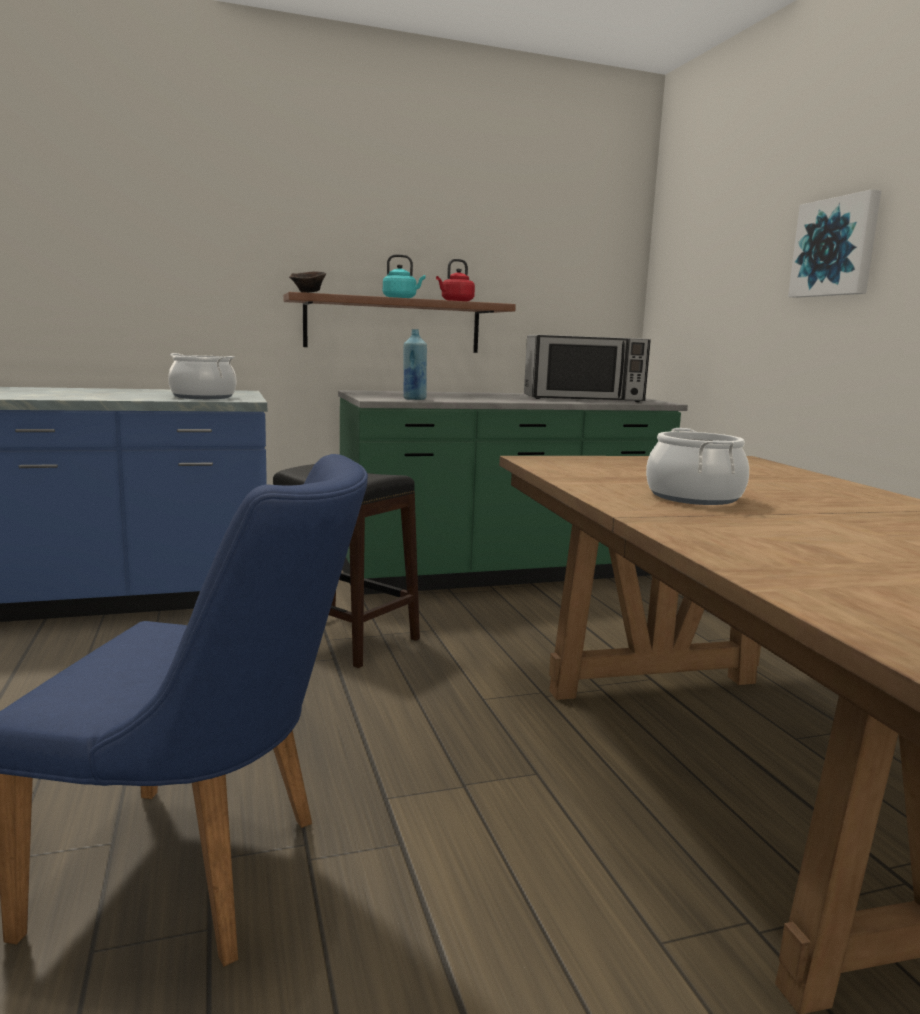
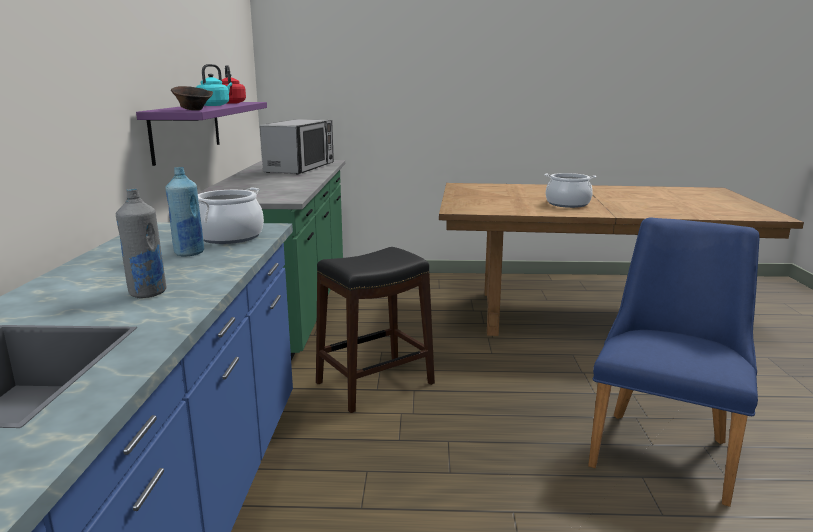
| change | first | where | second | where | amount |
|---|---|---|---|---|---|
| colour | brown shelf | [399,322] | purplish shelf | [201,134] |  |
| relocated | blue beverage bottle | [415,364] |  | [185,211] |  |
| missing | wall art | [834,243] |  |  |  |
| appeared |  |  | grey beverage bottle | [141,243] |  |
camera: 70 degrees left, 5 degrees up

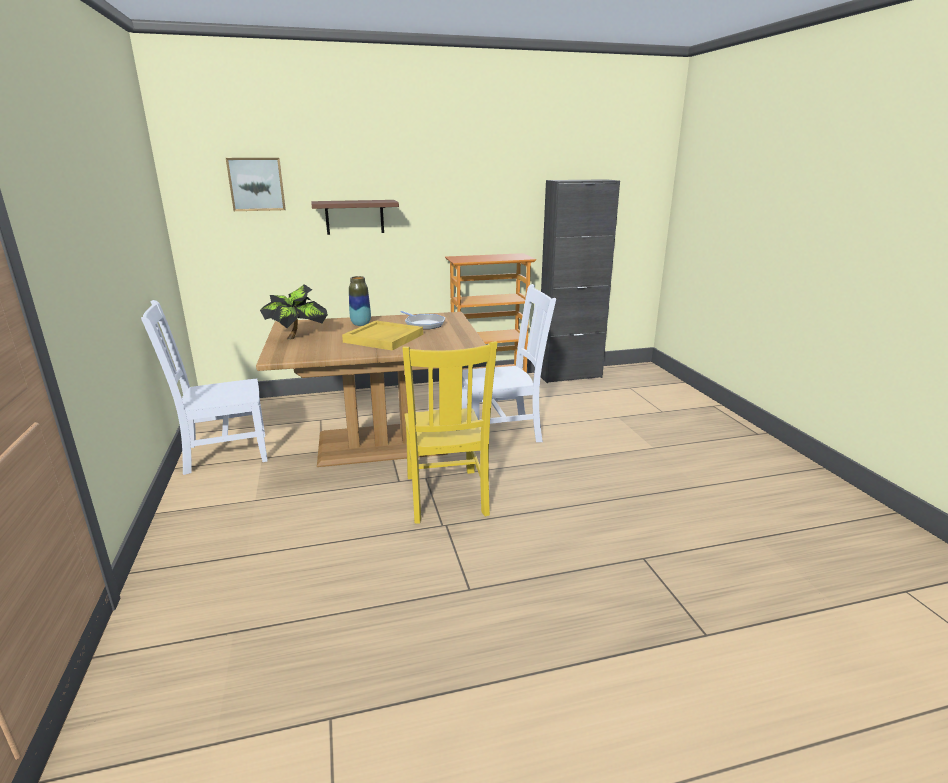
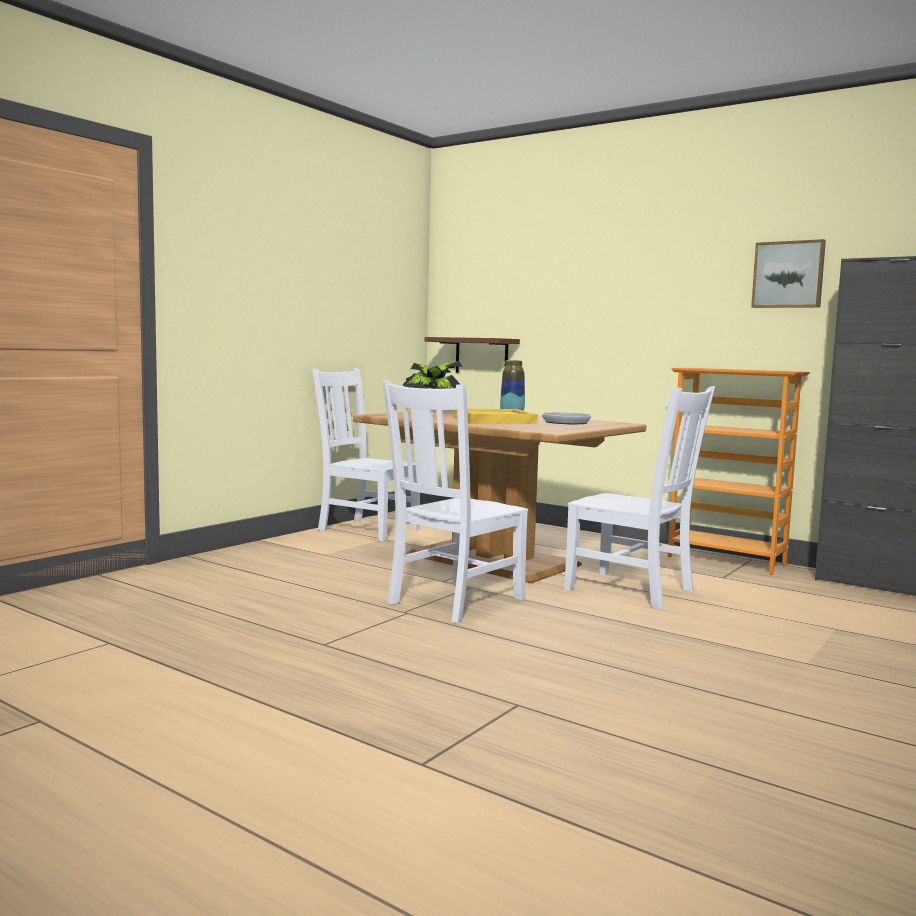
| change | first | where | second | where | amount |
|---|---|---|---|---|---|
| relocated | wall art | [256,184] |  | [788,273] |  |
| relocated | brown shelf | [355,217] |  | [472,355] |  |
| colour | yellow plain chair | [449,432] | whitish plain chair | [455,501] |  |
camera: 50 degrees right, 15 degrees down

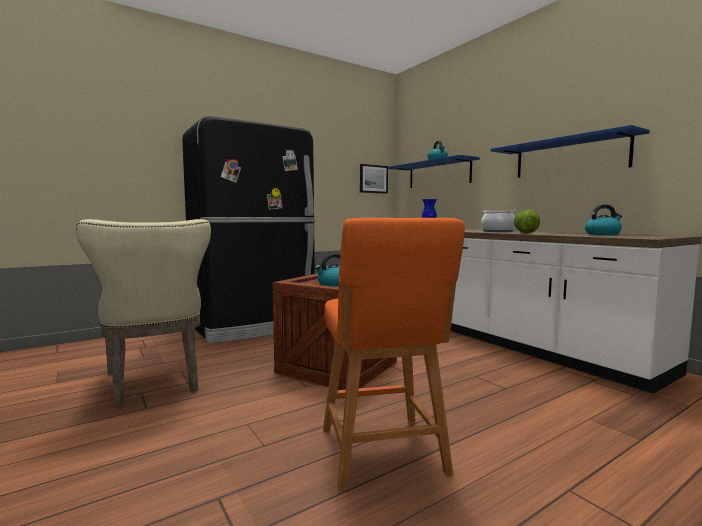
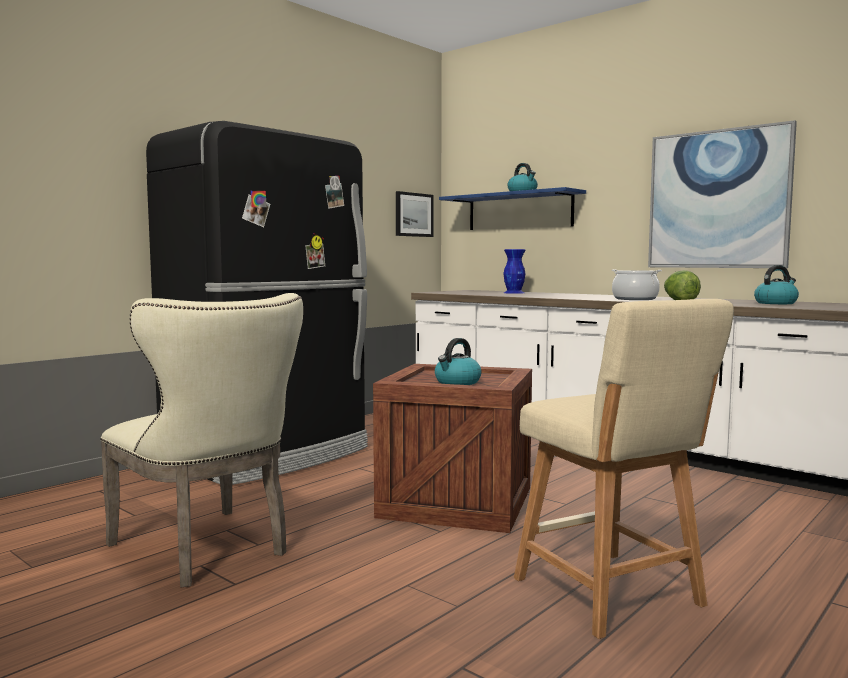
| change | first | where | second | where | amount |
|---|---|---|---|---|---|
| colour | orange-coloured stool | [394,354] | beige-coloured stool | [624,469] |  |
| exchanged | blue shelf | [570,151] | wall art | [722,194] |  |
camera: 15 degrees left, 0 degrees up

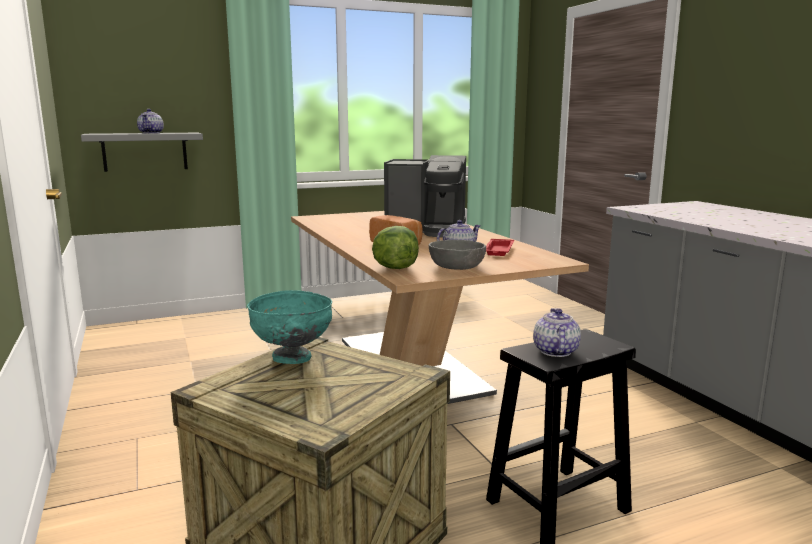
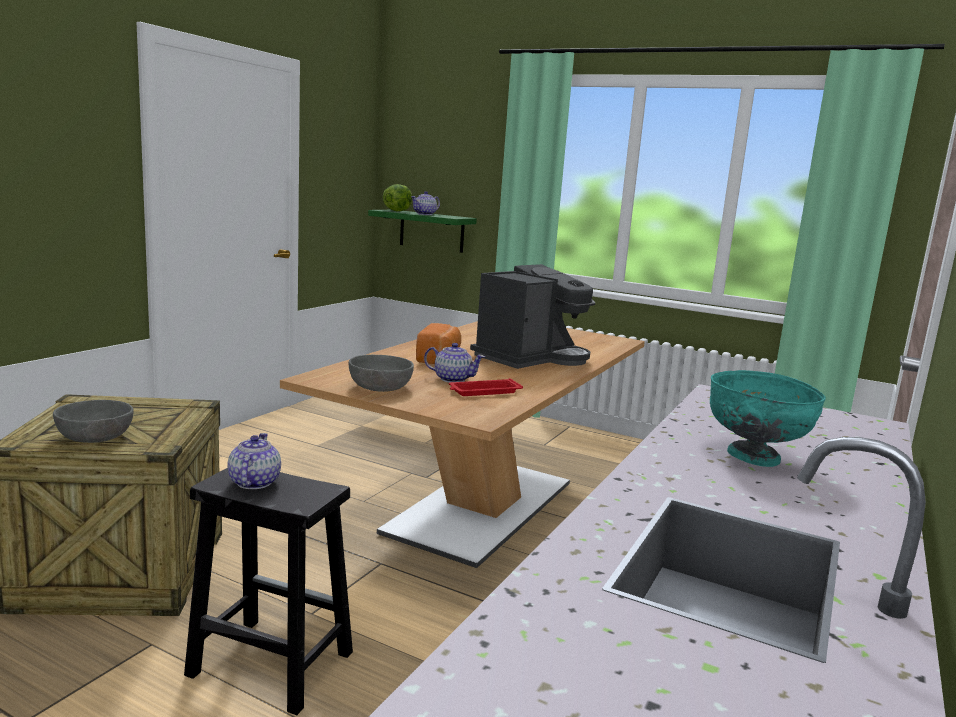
| change | first | where | second | where | amount |
|---|---|---|---|---|---|
| colour | grey shelf | [142,152] | green shelf | [422,231] |  |
| relocated | blue-green serving bowl | [289,327] |  | [768,418] |  |
| relocated | lettuce | [395,247] |  | [398,197] |  |
| spun | coffee maker | [425,196] |  | [532,316] | 105 degrees counterclockwise |
| spun | teapot | [557,332] |  | [254,461] | 60 degrees counterclockwise |
| appeared |  |  | grey serving bowl | [93,421] |  |
camera: 50 degrees right, 0 degrees up

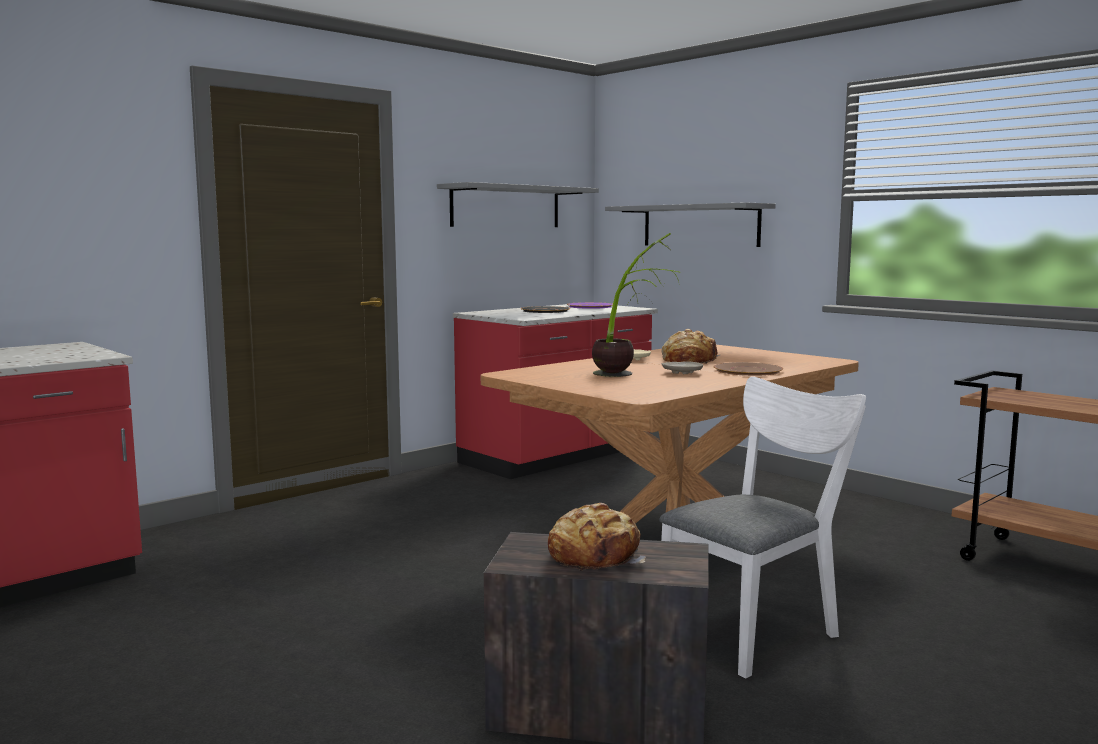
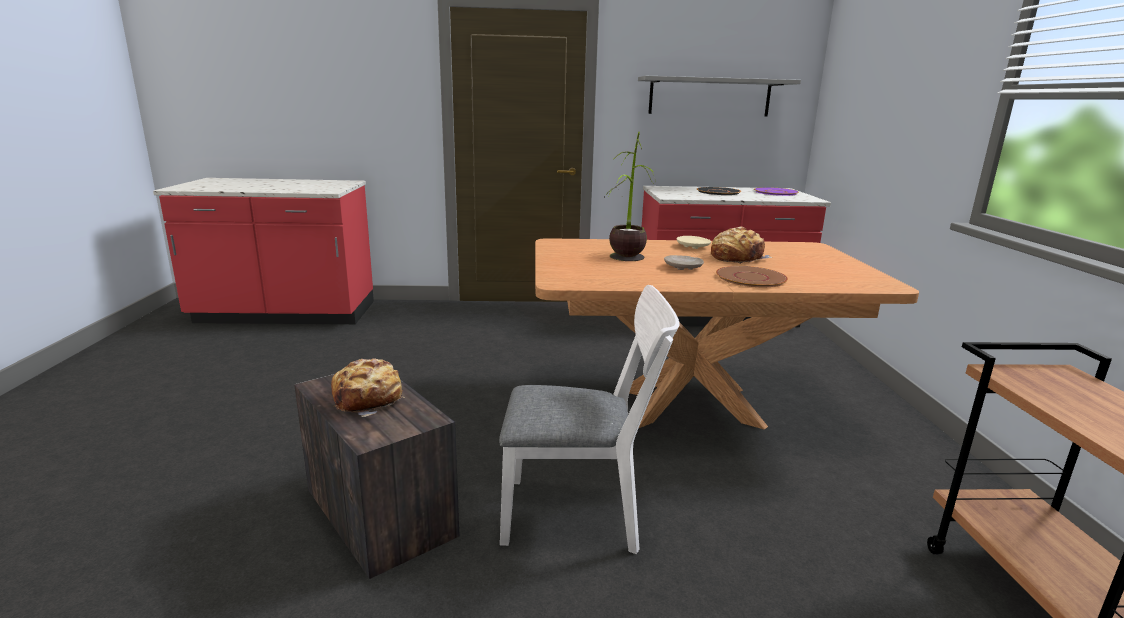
| change | first | where | second | where | amount |
|---|---|---|---|---|---|
| missing | grey shelf | [690,224] |  |  |  |
camera: 40 degrees right, 10 degrees up

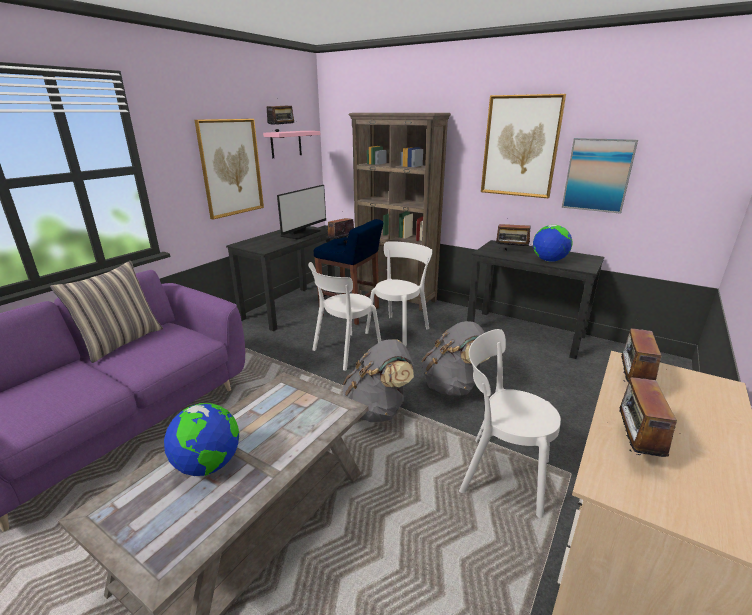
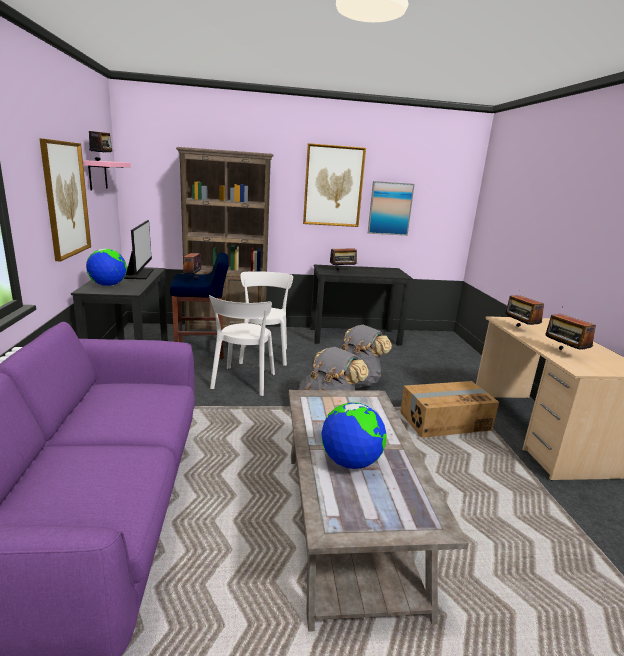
| change | first | where | second | where | amount |
|---|---|---|---|---|---|
| missing | throw pillow | [106,312] |  |  |  |
| exchanged | whitish plain chair | [510,423] | cardboard box | [449,409] |  |
| relocated | globe | [552,243] |  | [106,267] |  |
camera: 40 degrees left, 5 degrees down

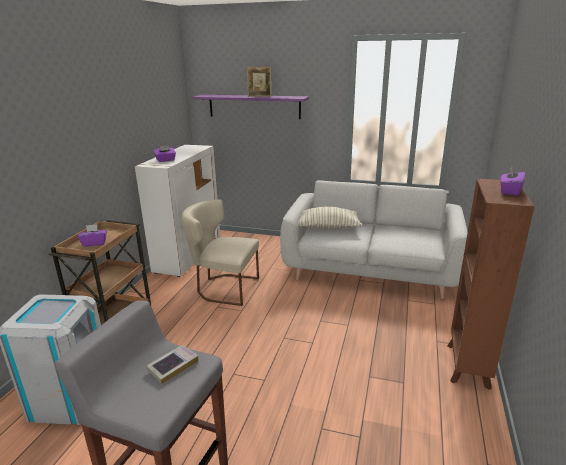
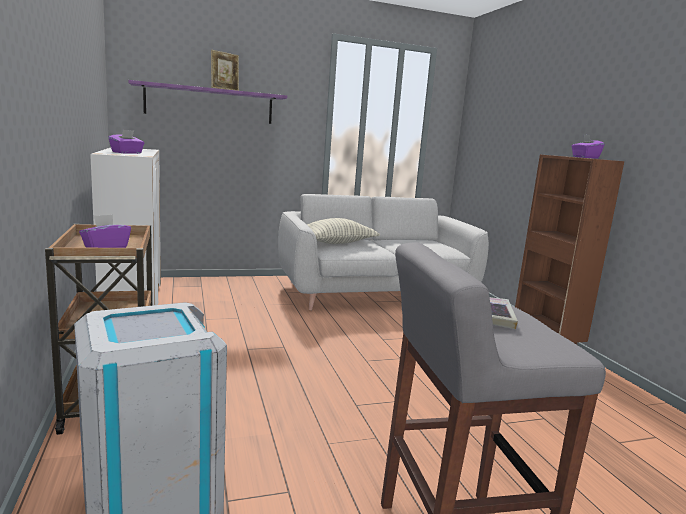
| change | first | where | second | where | amount |
|---|---|---|---|---|---|
| missing | beige-coloured plain chair | [220,252] |  |  |  |
camera: 35 degrees left, 10 degrees down

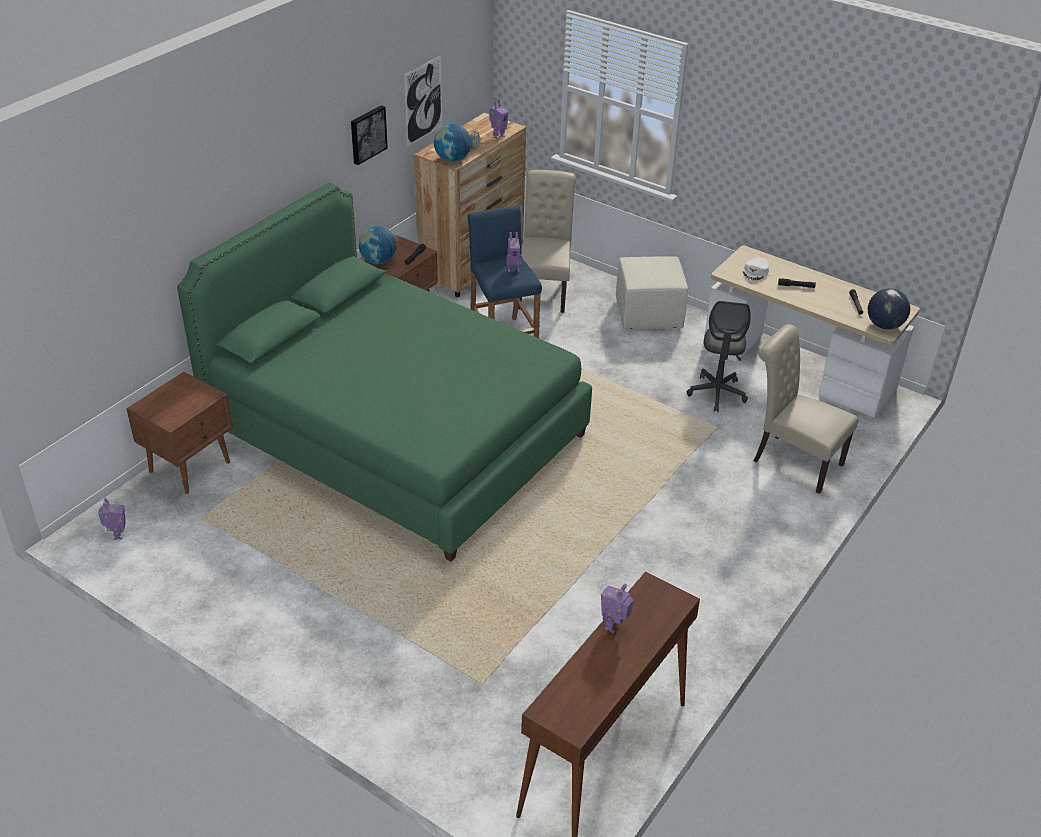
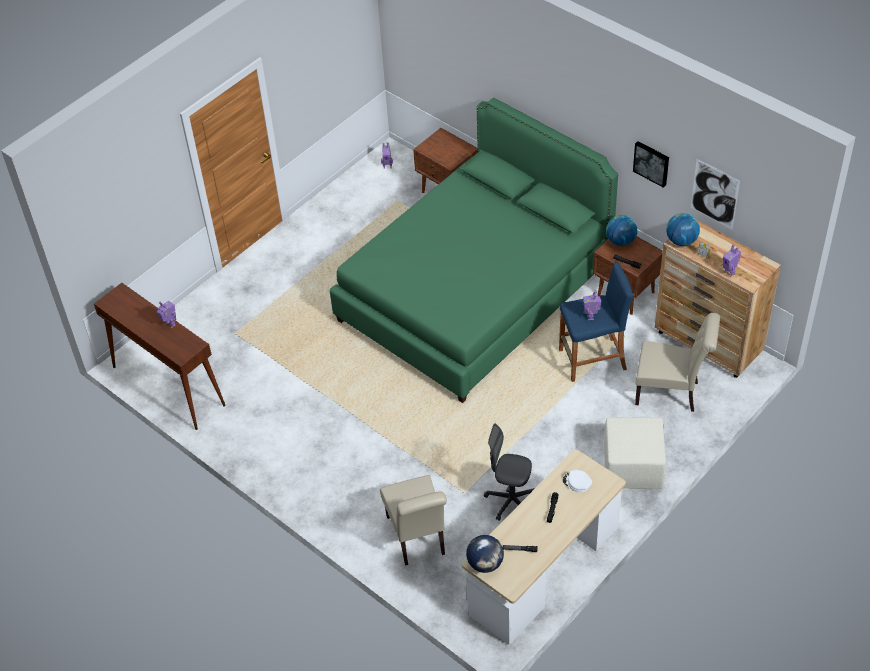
| change | first | where | second | where | amount |
|---|---|---|---|---|---|
| spun | beige-coloured plain chair | [806,409] |  | [413,520] | 120 degrees clockwise |
camera: 100 degrees right, 10 degrees up

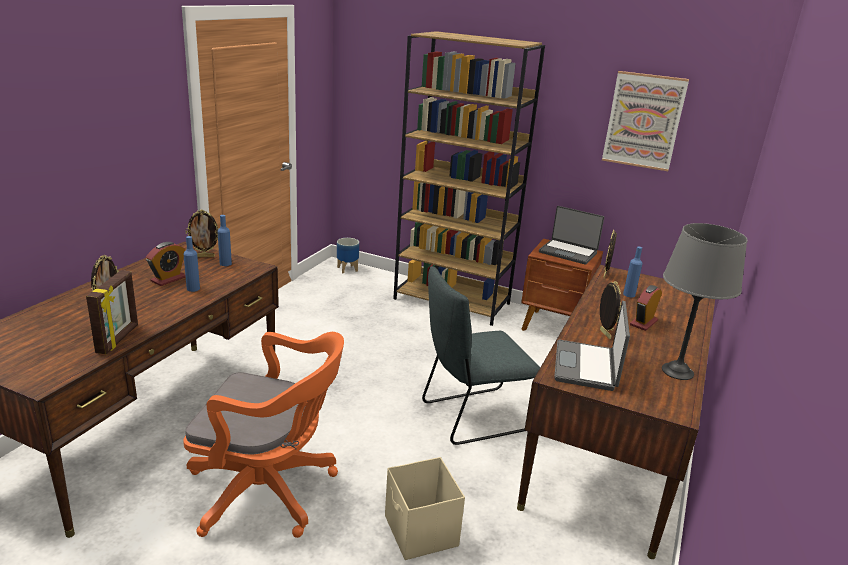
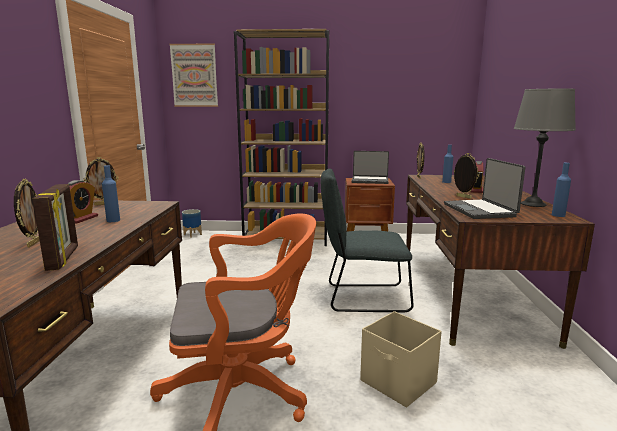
| change | first | where | second | where | amount |
|---|---|---|---|---|---|
| relocated | blue beverage bottle | [224,240] |  | [561,190] |  |
| spun | grey plain chair | [481,355] |  | [367,240] | 45 degrees clockwise |
| relocated | wall art | [645,121] |  | [193,75] |  |
camera: 20 degrees left, 10 degrees down

